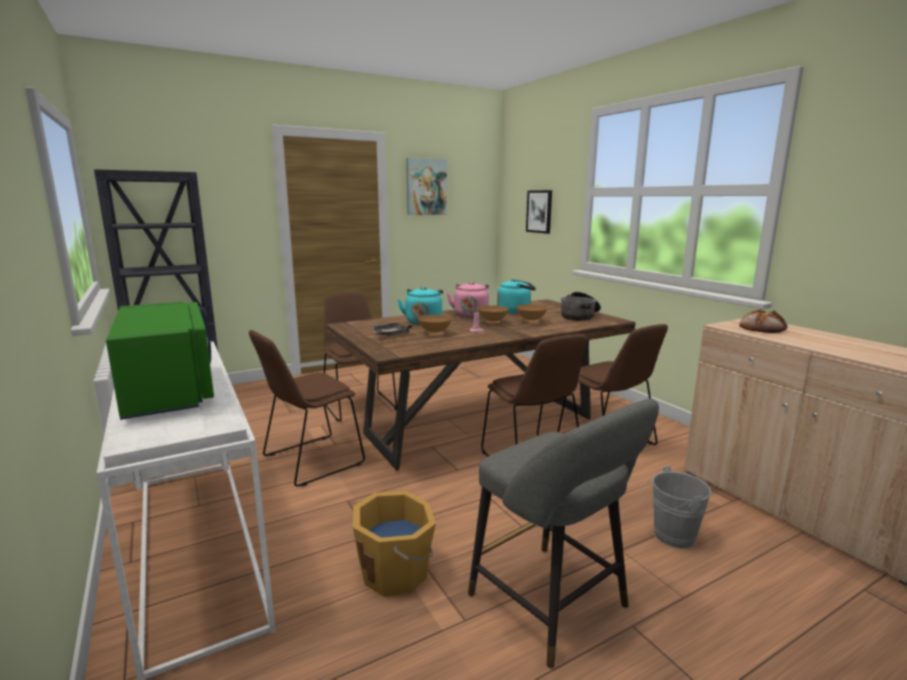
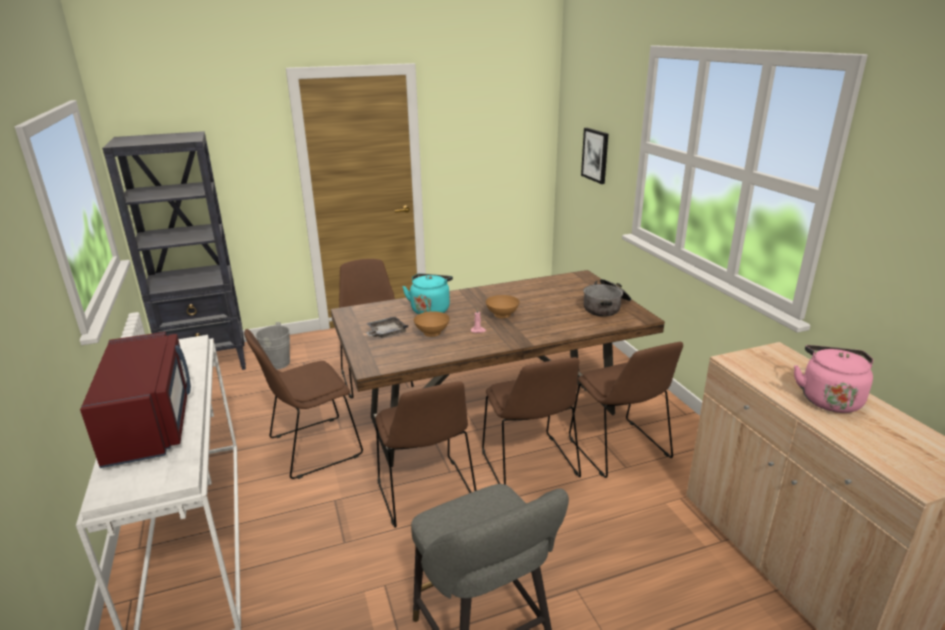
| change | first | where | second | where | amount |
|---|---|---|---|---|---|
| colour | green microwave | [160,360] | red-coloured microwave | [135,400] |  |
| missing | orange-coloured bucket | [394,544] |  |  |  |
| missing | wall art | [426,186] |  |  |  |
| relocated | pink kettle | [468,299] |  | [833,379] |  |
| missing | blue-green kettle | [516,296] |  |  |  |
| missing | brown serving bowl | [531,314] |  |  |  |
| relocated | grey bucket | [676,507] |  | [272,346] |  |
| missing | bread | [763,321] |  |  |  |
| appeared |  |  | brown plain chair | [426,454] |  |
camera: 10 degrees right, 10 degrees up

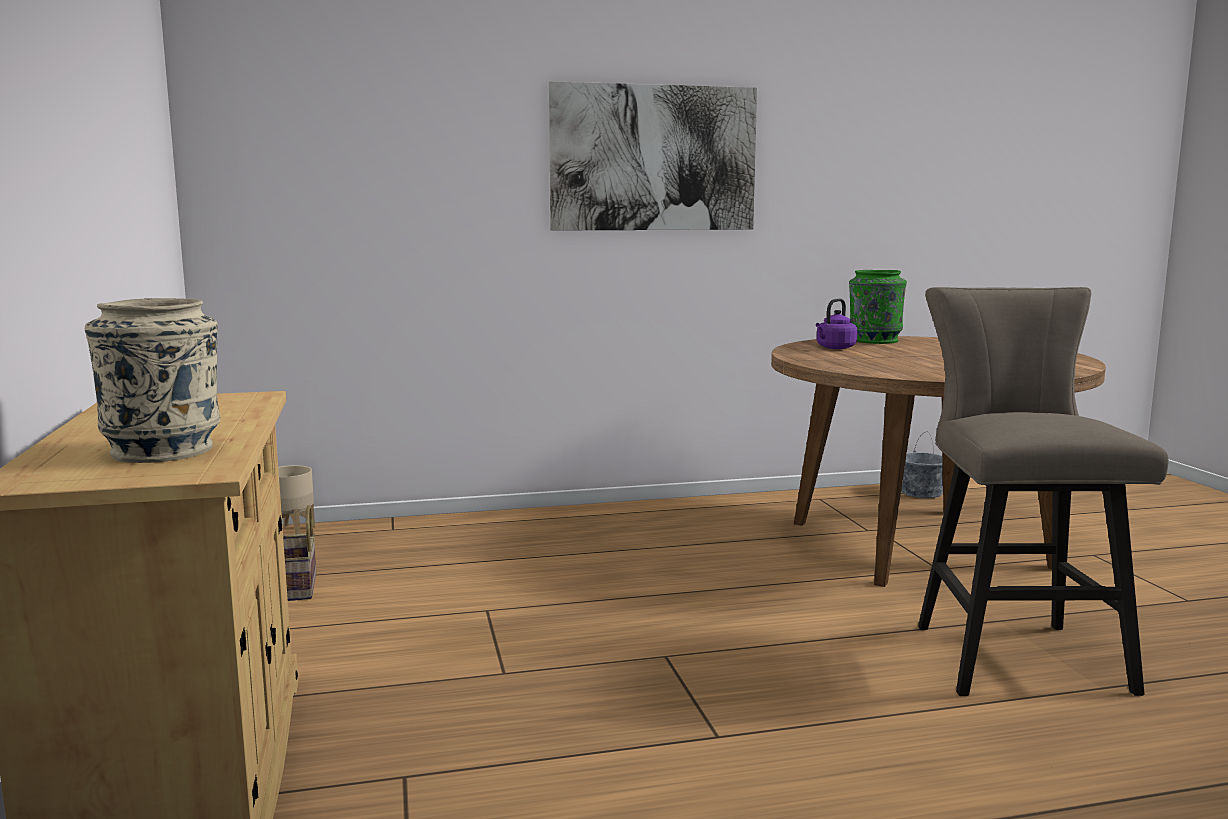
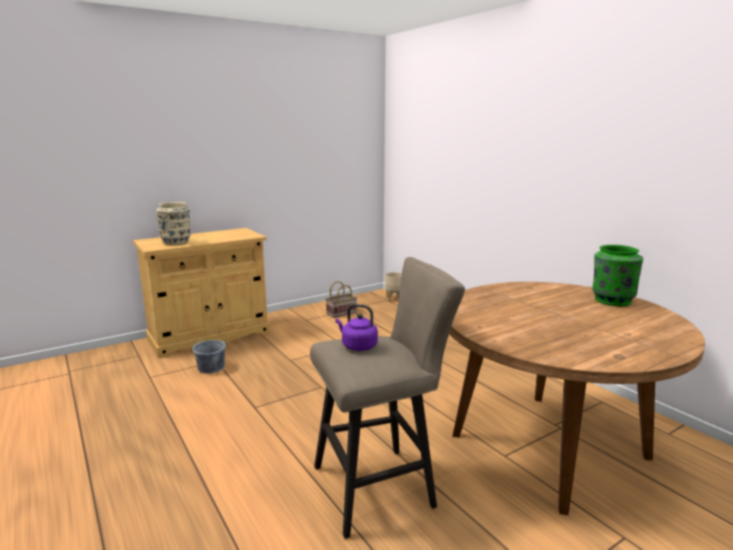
| change | first | where | second | where | amount |
|---|---|---|---|---|---|
| missing | wall art | [653,156] |  |  |  |
| relocated | purplish kettle | [837,323] |  | [356,327] |  |
| relocated | grey bucket | [922,464] |  | [209,352] |  |
camera: 70 degrees right, 5 degrees up

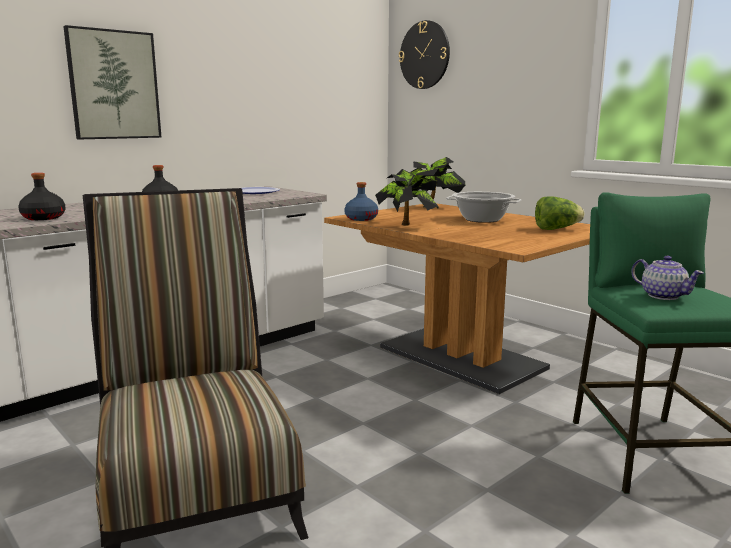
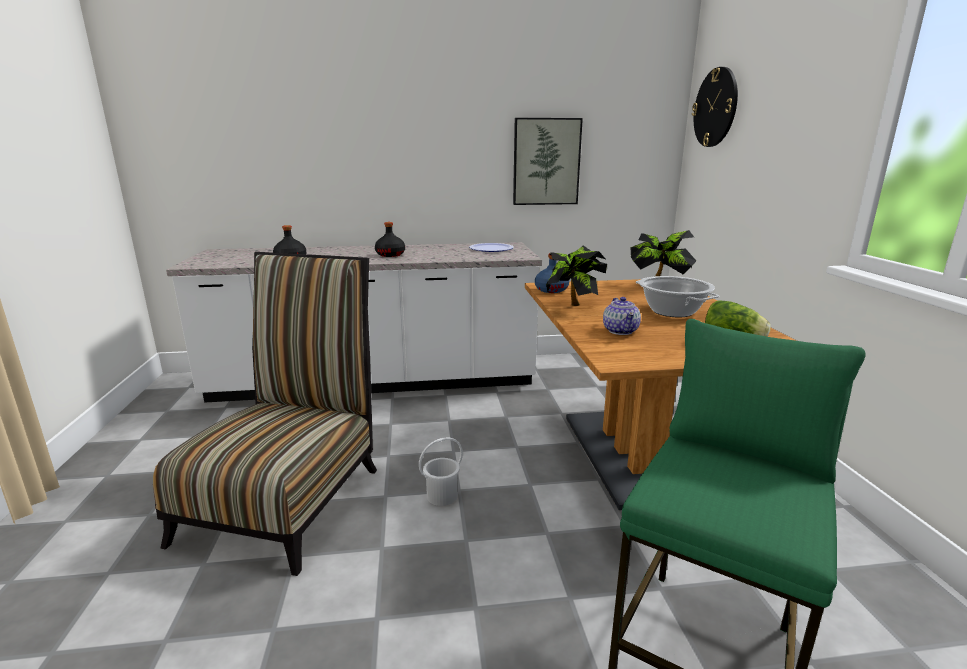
| change | first | where | second | where | amount |
|---|---|---|---|---|---|
| relocated | wall art | [112,82] |  | [548,161] |  |
| relocated | teapot | [667,278] |  | [622,316] |  |
| appeared |  |  | whitish bucket | [441,471] |  |
camera: 35 degrees right, 5 degrees up

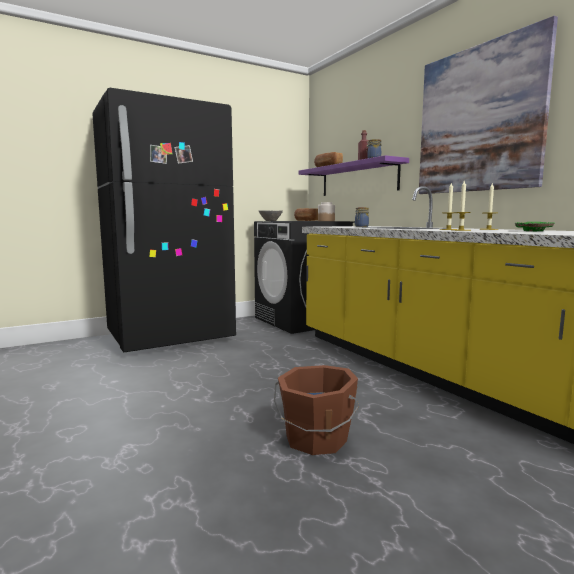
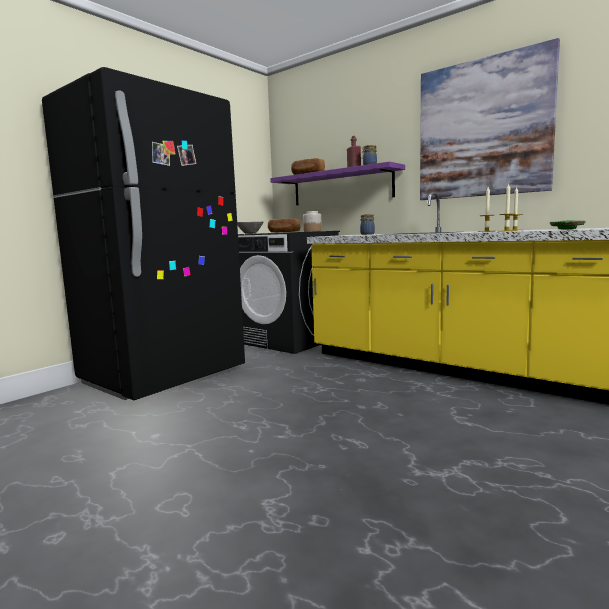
| change | first | where | second | where | amount |
|---|---|---|---|---|---|
| missing | brown bucket | [316,410] |  |  |  |
camera: 20 degrees left, 0 degrees up

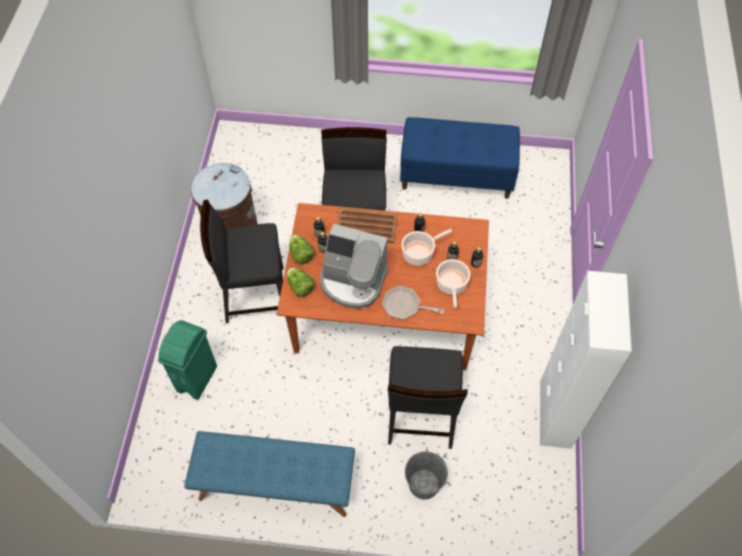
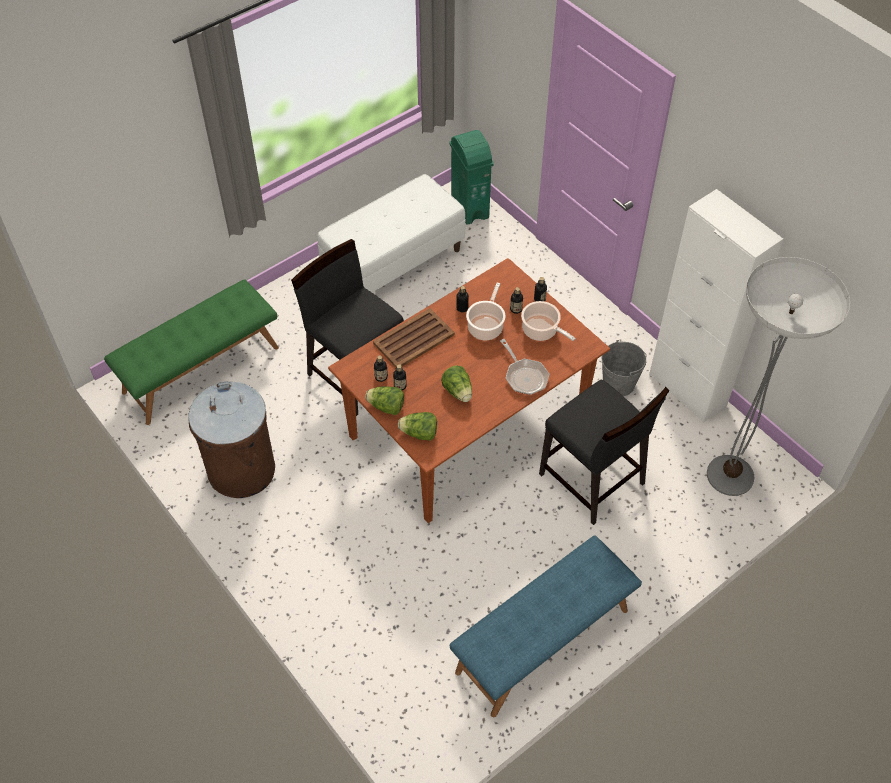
| change | first | where | second | where | amount |
|---|---|---|---|---|---|
| relocated | green trash can | [187,360] |  | [471,177] |  |
| missing | blackish plain chair | [242,261] |  |  |  |
| exchanged | coffee maker | [354,266] | lettuce | [456,383] |  |
| spun | pan | [413,302] |  | [525,367] | 90 degrees counterclockwise |
| colour | blue bench | [460,158] | whitish bench | [391,233] |  |
| relocated | grey bucket | [426,475] |  | [624,368] |  |
| appeared |  |  | green bench | [191,352] |  |
| appeared |  |  | floor lamp | [778,376] |  |
camera: 45 degrees left, 5 degrees down

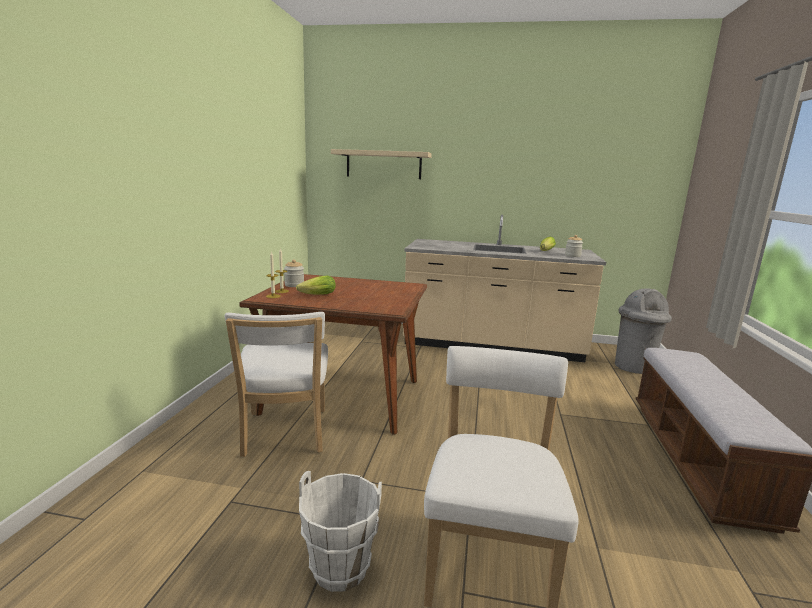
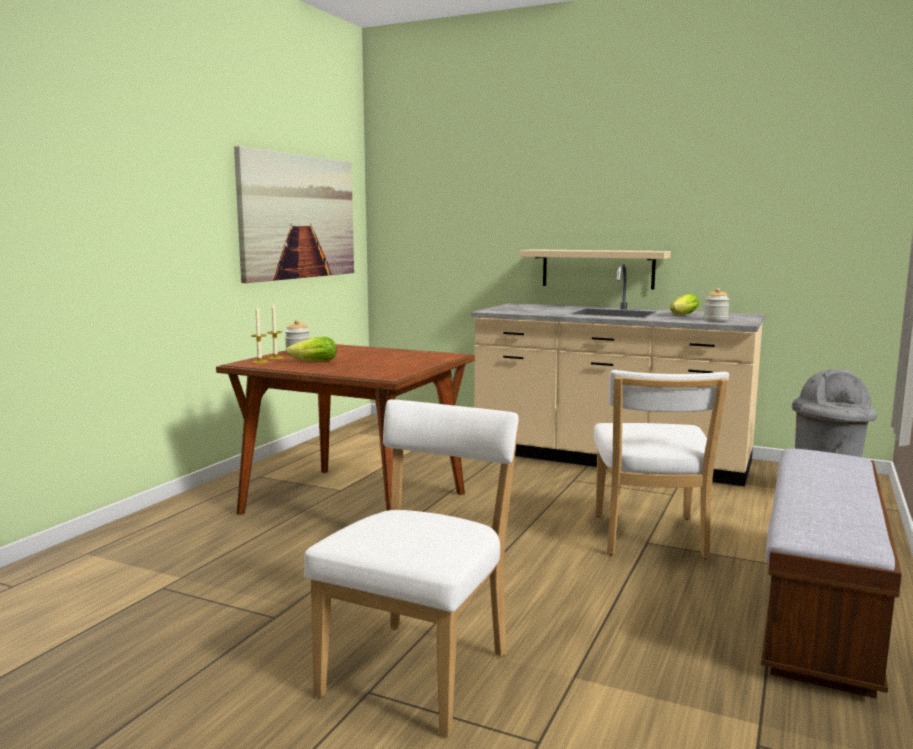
| change | first | where | second | where | amount |
|---|---|---|---|---|---|
| relocated | whitish plain chair | [276,384] |  | [661,464] |  |
| missing | whitish bucket | [340,531] |  |  |  |
| relocated | beige-coloured shelf | [381,164] |  | [595,269] |  |
| appeared |  |  | wall art | [294,214] |  |
camera: 15 degrees right, 5 degrees down

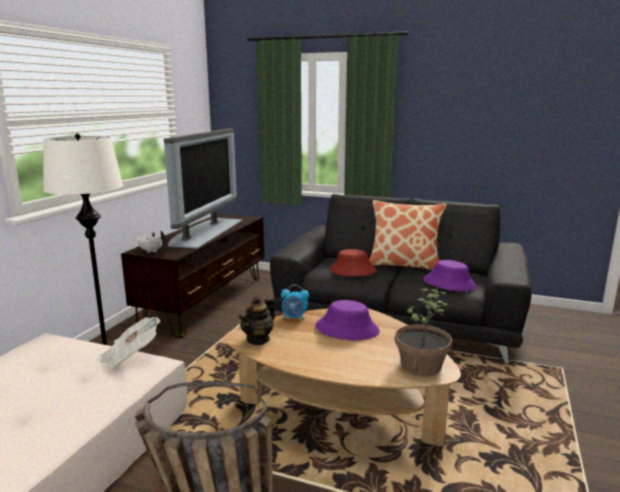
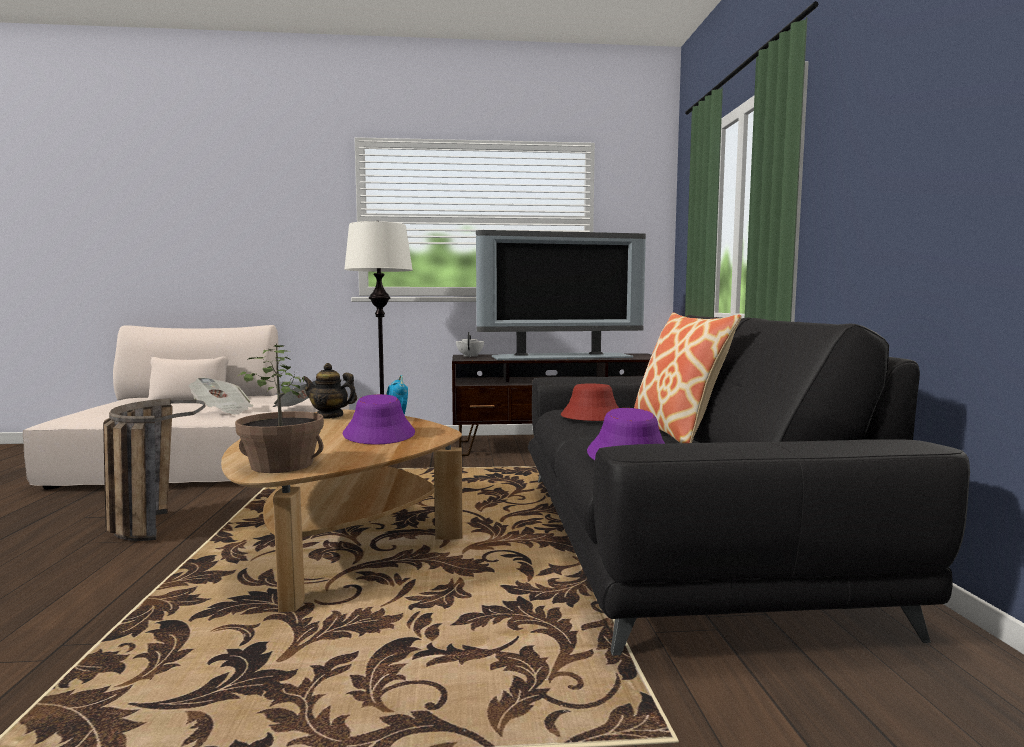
| change | first | where | second | where | amount |
|---|---|---|---|---|---|
| appeared |  |  | daily paper | [221,396] |  |
camera: 65 degrees right, 10 degrees down

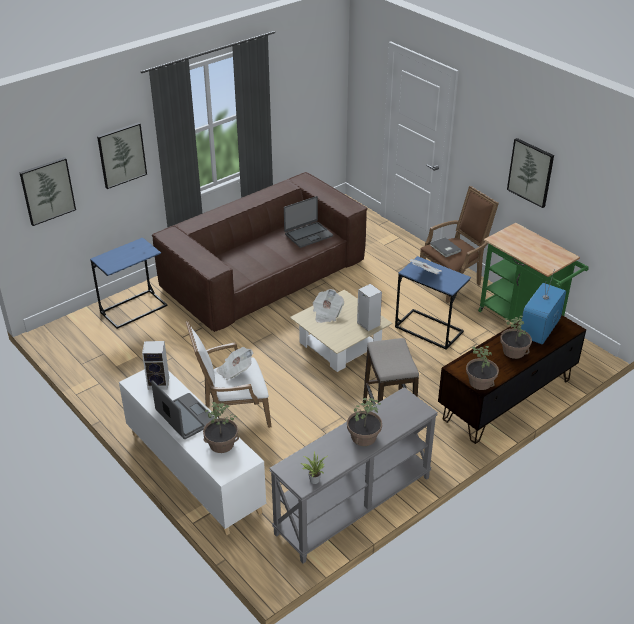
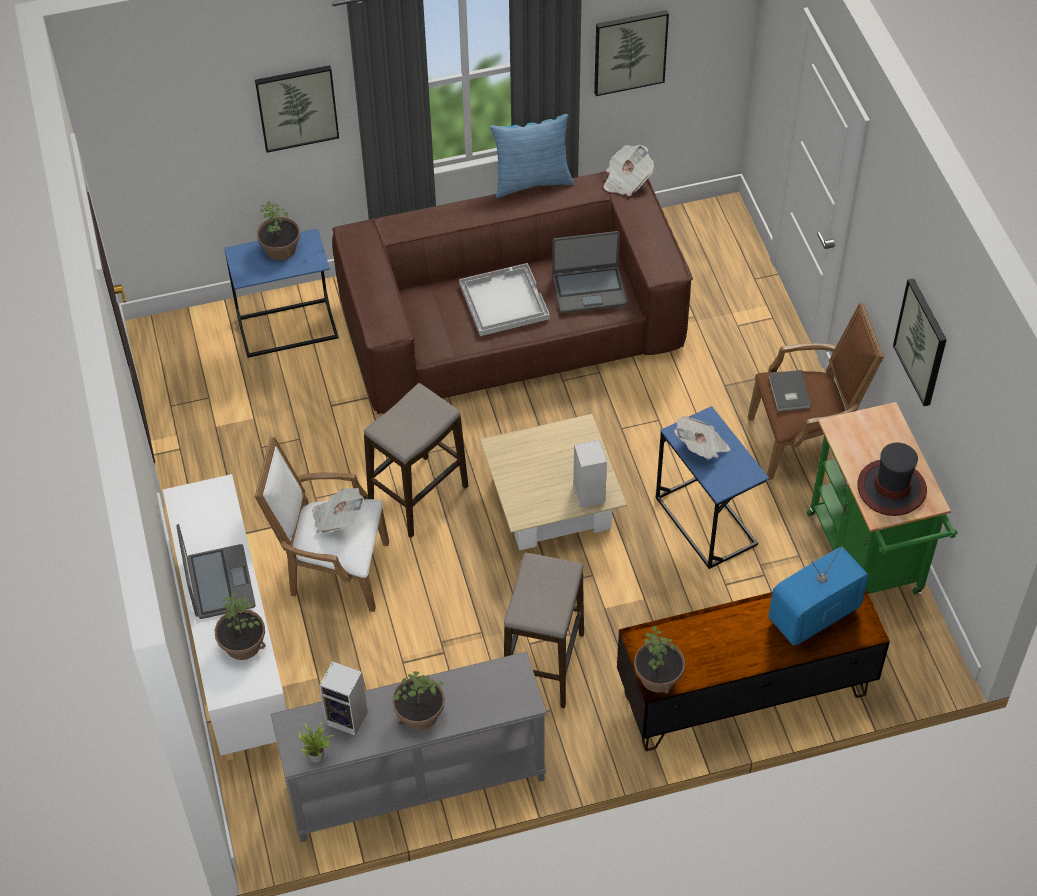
| change | first | where | second | where | amount |
|---|---|---|---|---|---|
| relocated | wall art | [47,191] |  | [631,53] |  |
| relocated | speaker | [155,365] |  | [343,698] |  |
| relocated | daily paper | [328,306] |  | [628,170] |  |
| relocated | plant in a pot | [516,337] |  | [278,230] |  |
| appeared |  |  | stool | [416,460] |  |
| appeared |  |  | whitish carrying tray | [504,299] |  |
| appeared |  |  | throw pillow | [532,156] |  |
| appeared |  |  | clothing hat | [892,479] |  |
camera: 25 degrees right, 15 degrees up

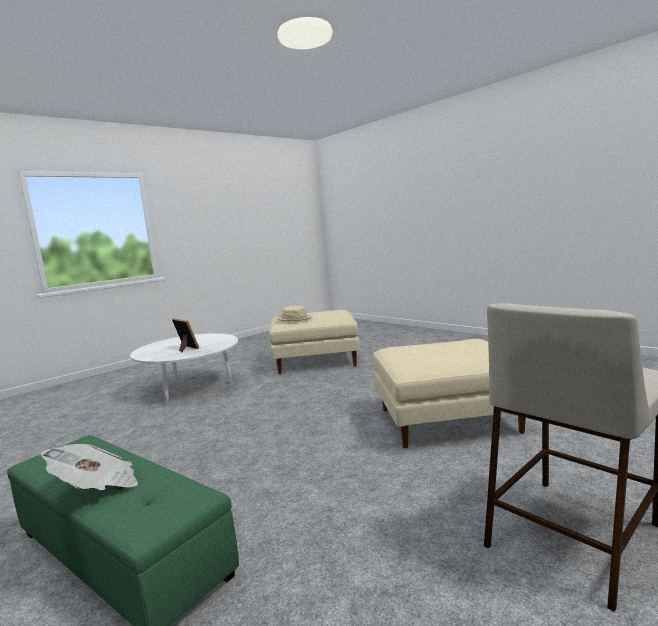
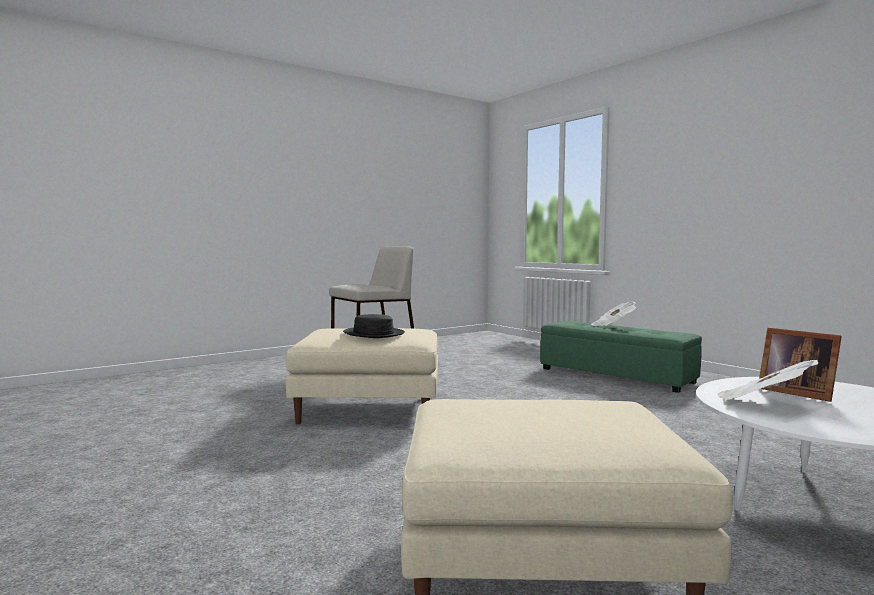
| change | first | where | second | where | amount |
|---|---|---|---|---|---|
| missing | beige-coloured clothing hat | [294,313] |  |  |  |
| appeared |  |  | blackish clothing hat | [374,326] |  |
| appeared |  |  | daily paper | [768,380] |  |
camera: 175 degrees left, 5 degrees down

